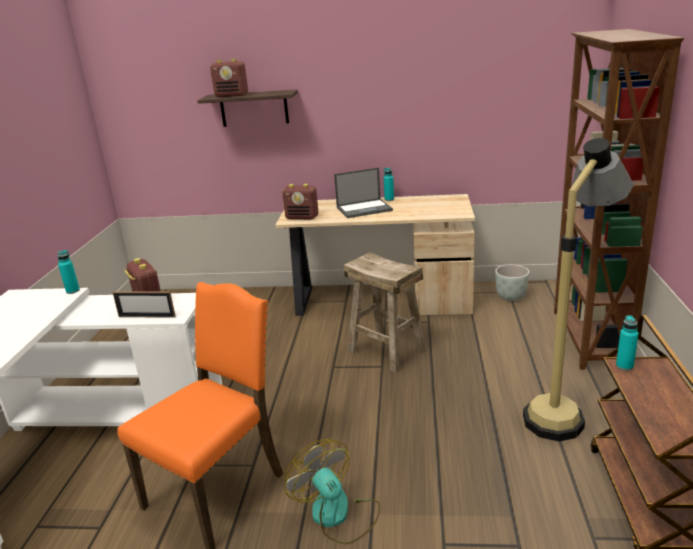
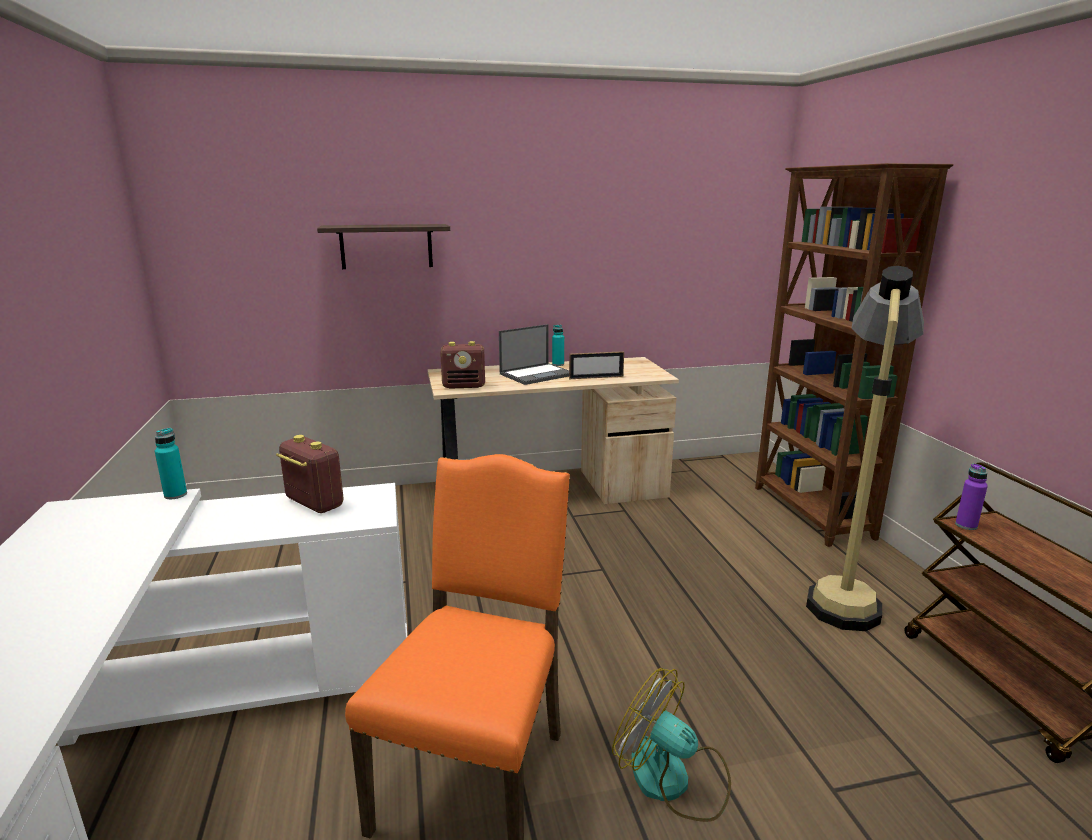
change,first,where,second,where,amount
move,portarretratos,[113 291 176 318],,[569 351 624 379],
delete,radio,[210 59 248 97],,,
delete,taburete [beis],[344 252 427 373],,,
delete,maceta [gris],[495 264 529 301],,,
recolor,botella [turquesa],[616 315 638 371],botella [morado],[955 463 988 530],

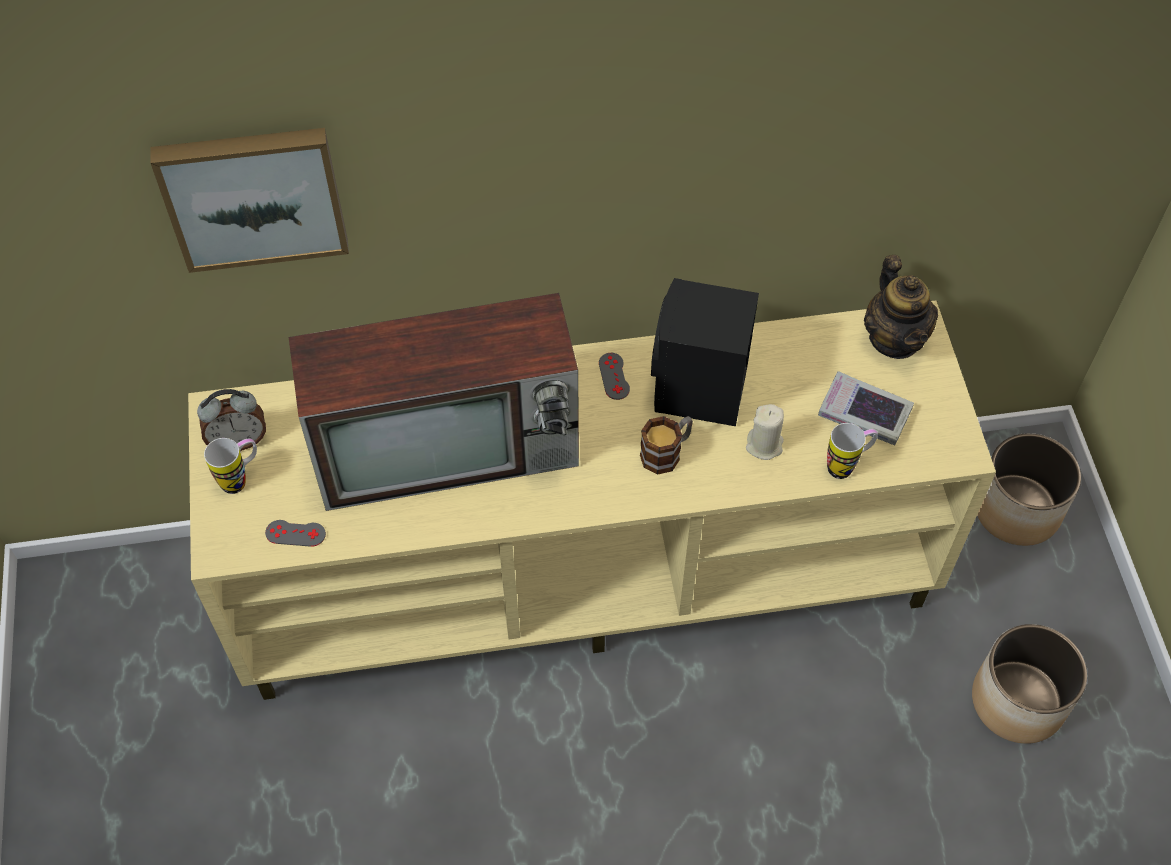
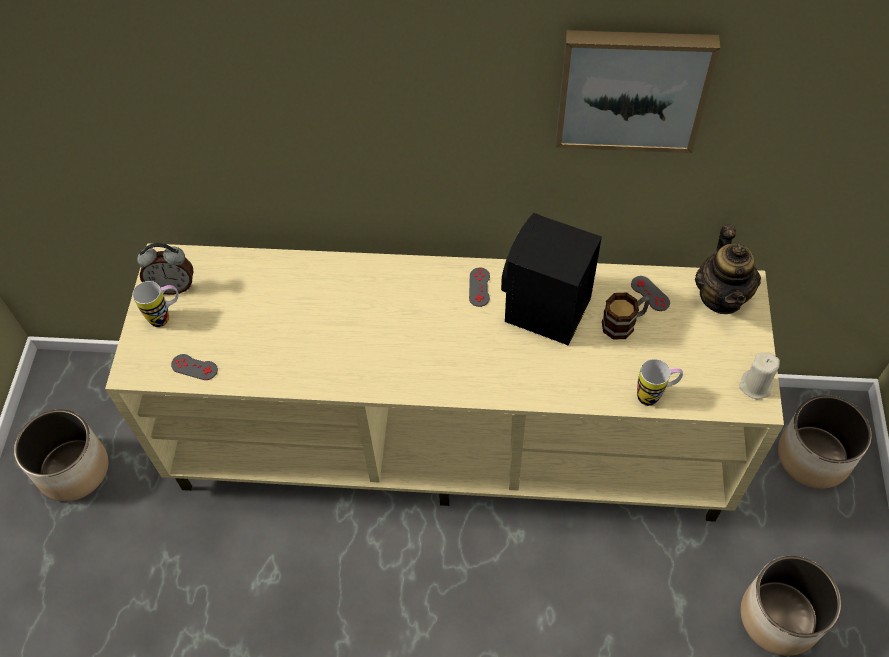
change,first,where,second,where,amount
move,cuadro,[150 128 349 273],,[556 30 720 153],
delete,televisor,[289 293 579 511],,,
move,taza grande,[640 416 693 475],,[602 293 650 340],
move,vela [beis],[746 404 784 460],,[739 353 780 400],
delete,libro,[818 371 914 445],,,
insert,,,maceta,[14 410 109 502],
insert,,,mando de consola [gris],[631 276 670 311],

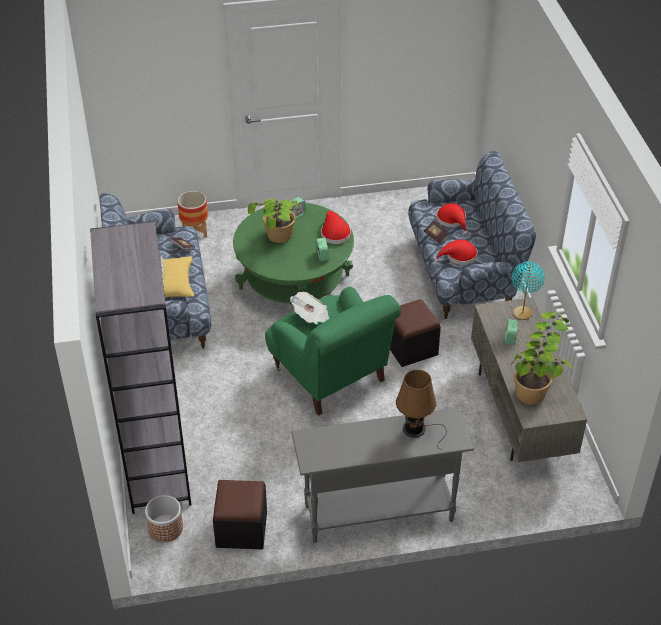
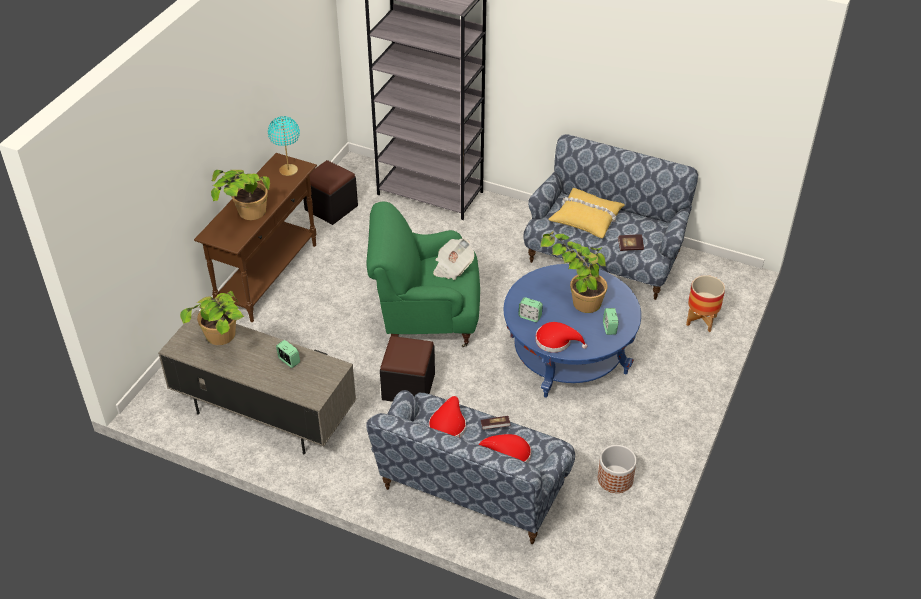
change,first,where,second,where,amount
move,maceta,[145 495 183 542],,[598 445 637 493],
recolor,mesa de centro [verde],[233 203 354 304],mesa de centro [azul],[503 264 641 398],
recolor,mesa consola [gris],[291 407 474 543],mesa consola [marrón],[194 153 317 322],
replace,lámpara de mesa [marrón],[396 369 447 449],planta en maceta,[211 170 270 220],
move,lámpara de mesa [turquesa],[512 262 545 320],,[268 116 300 176],

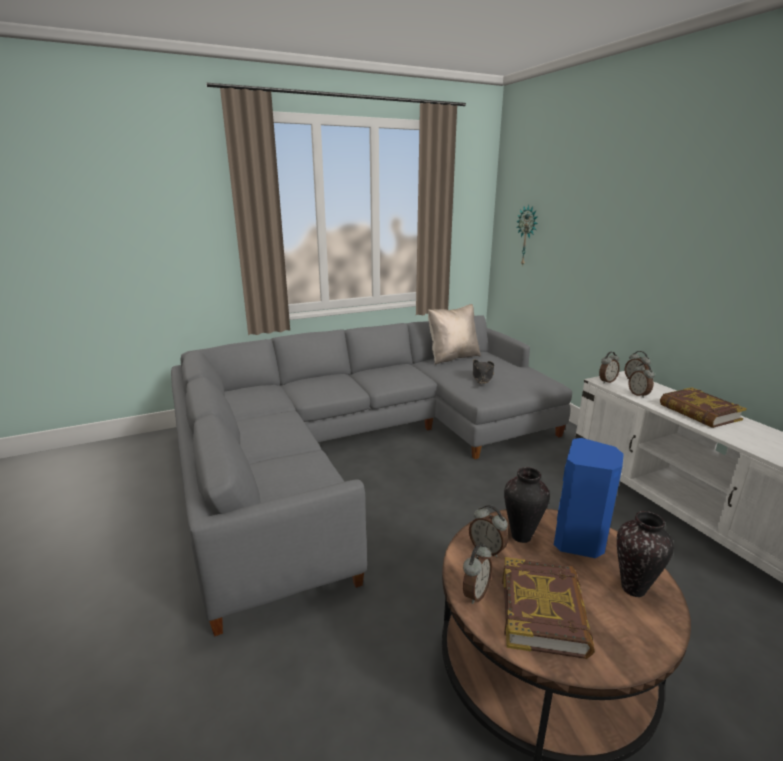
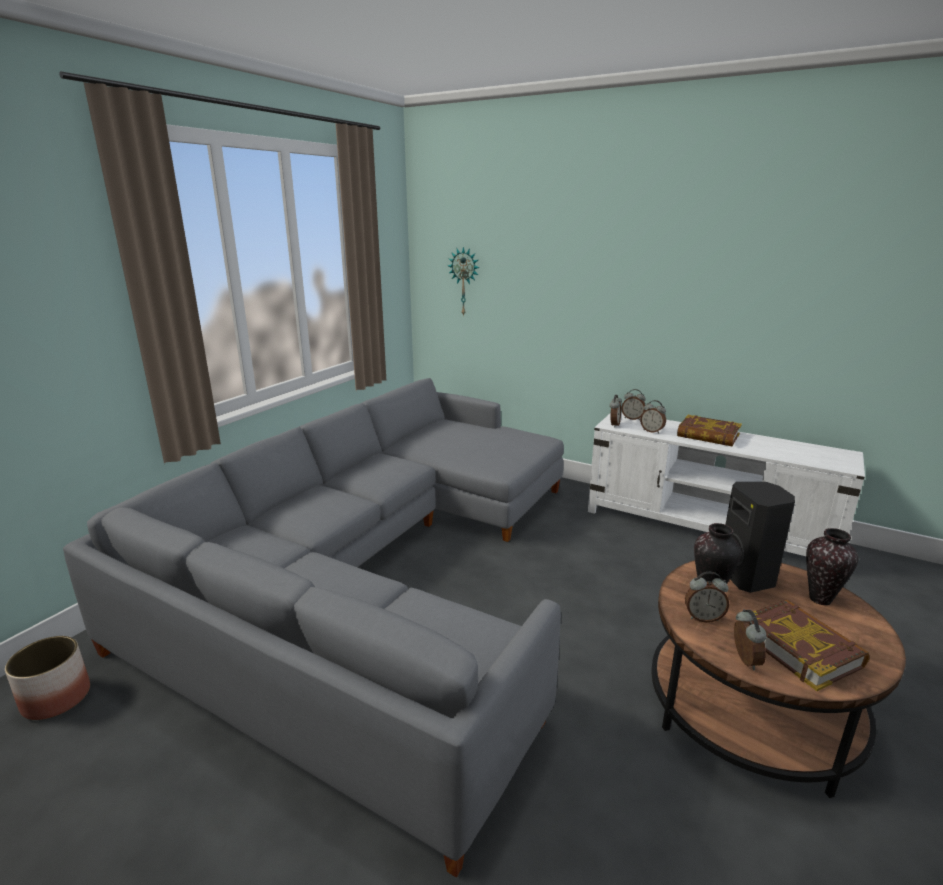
change,first,where,second,where,amount
delete,cojín [beis],[428 304 481 365],,,
delete,sombrero [negro],[473 359 494 384],,,
recolor,altavoz [azul],[554 438 624 558],altavoz [negro],[725 482 795 593],
insert,,,maceta,[5 636 90 720],

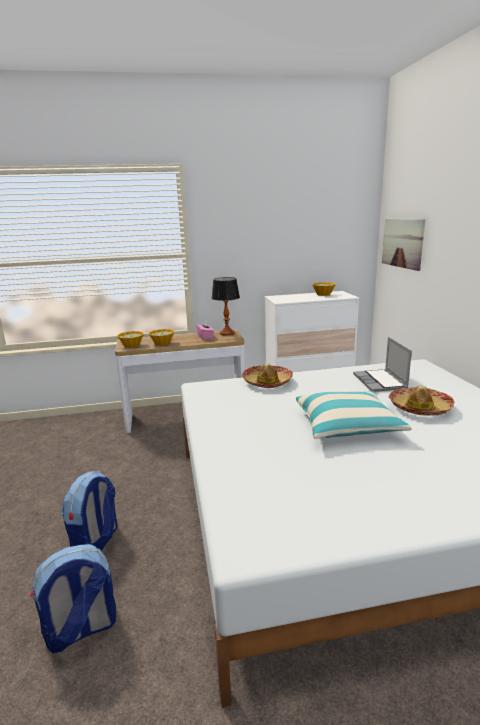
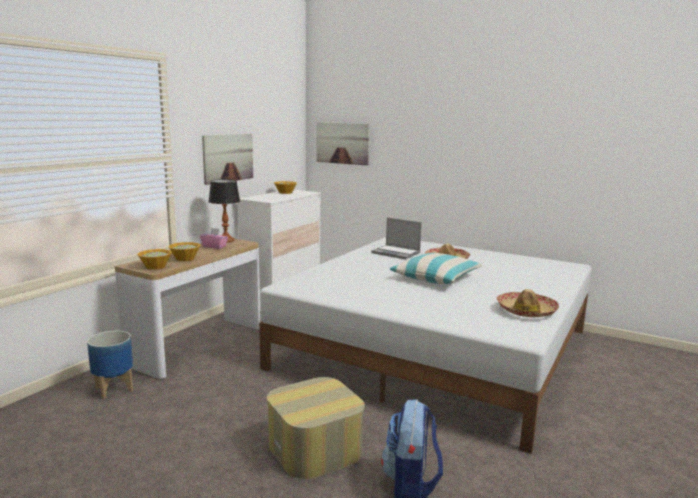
change,first,where,second,where,amount
replace,mochila,[62 471 117 551],puf,[267 377 365 480],
move,sombrero,[242 363 293 388],,[496 289 559 317],
insert,,,maceta,[87 330 133 399],
insert,,,cuadro,[202 134 253 185],

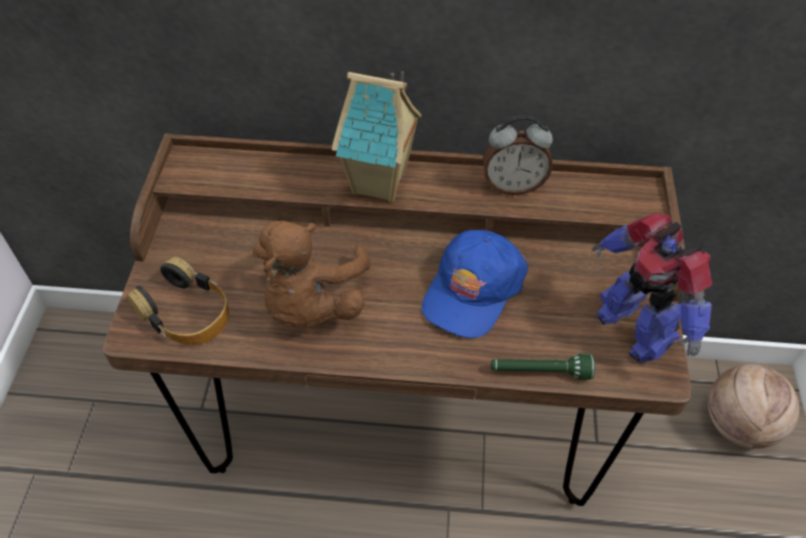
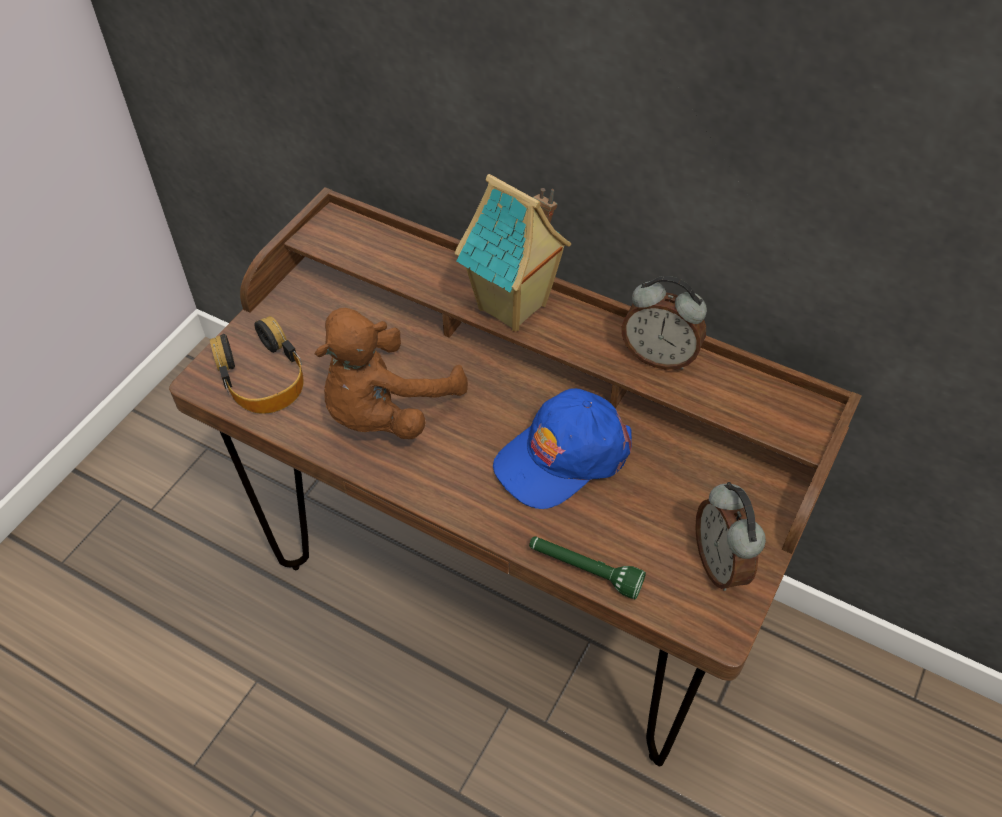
change,first,where,second,where,amount
replace,robot de juguete,[592 213 713 363],despertador,[695 482 766 591],
delete,balón de baloncesto,[708 364 799 449],,,

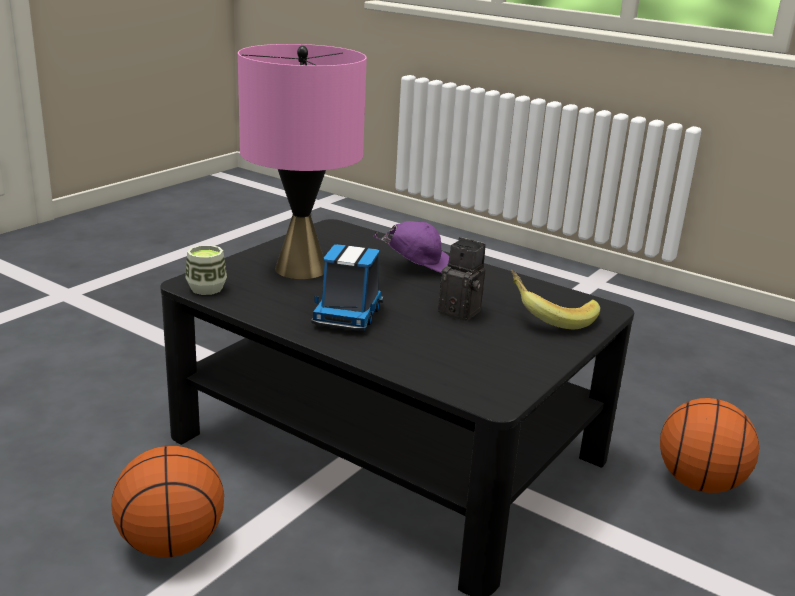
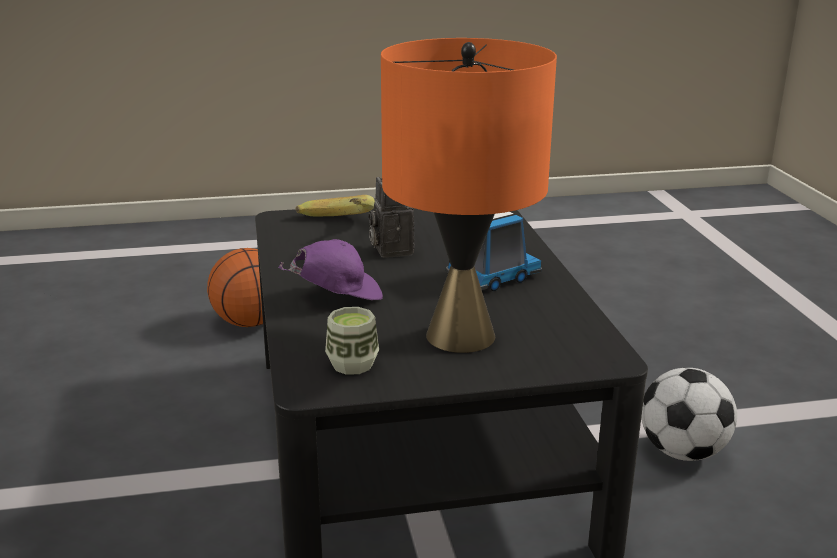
change,first,where,second,where,amount
replace,balón de baloncesto,[112 446 224 558],balón de fútbol,[641 368 737 461],
move,taza,[186 245 227 295],,[325 307 379 375],
recolor,lámpara de mesa [rosa],[238 44 367 279],lámpara de mesa [naranja],[381 38 557 353],
rotate,gorra [morado],[374 221 449 273],,[278 239 383 300],120 degrees clockwise

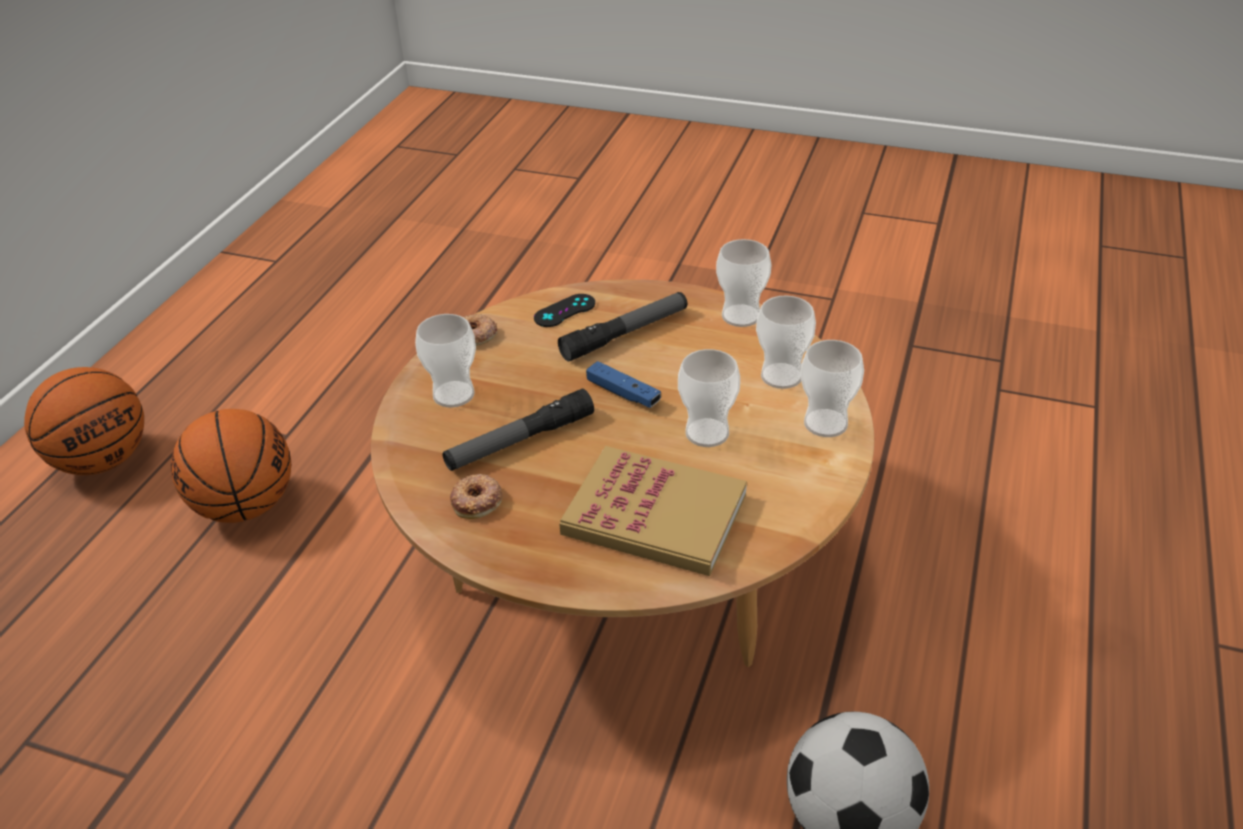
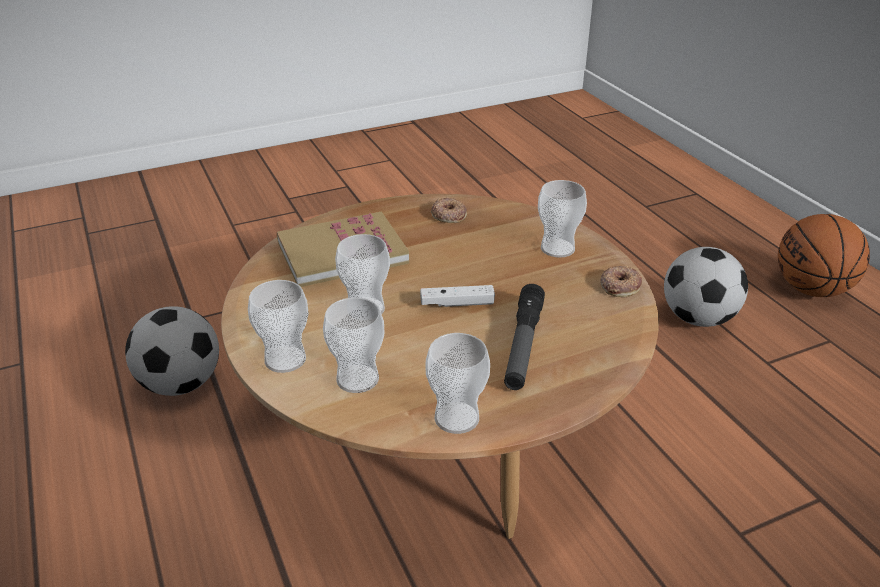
change,first,where,second,where,amount
replace,balón de baloncesto,[171 409 291 523],balón de fútbol,[664 247 748 327],
delete,linterna,[442 389 594 471],,,
delete,mando de consola [negro],[534 294 595 327],,,
recolor,mando de consola [azul],[586 361 661 408],mando de consola [blanco],[420 285 495 307],

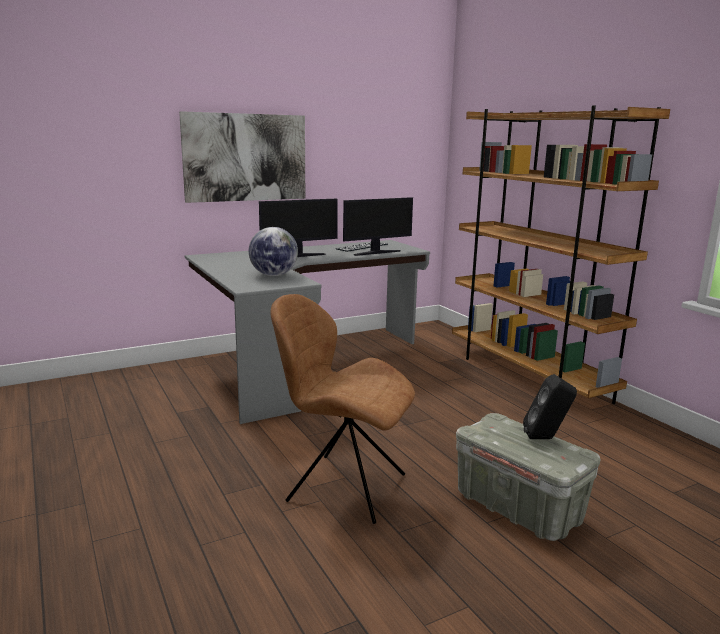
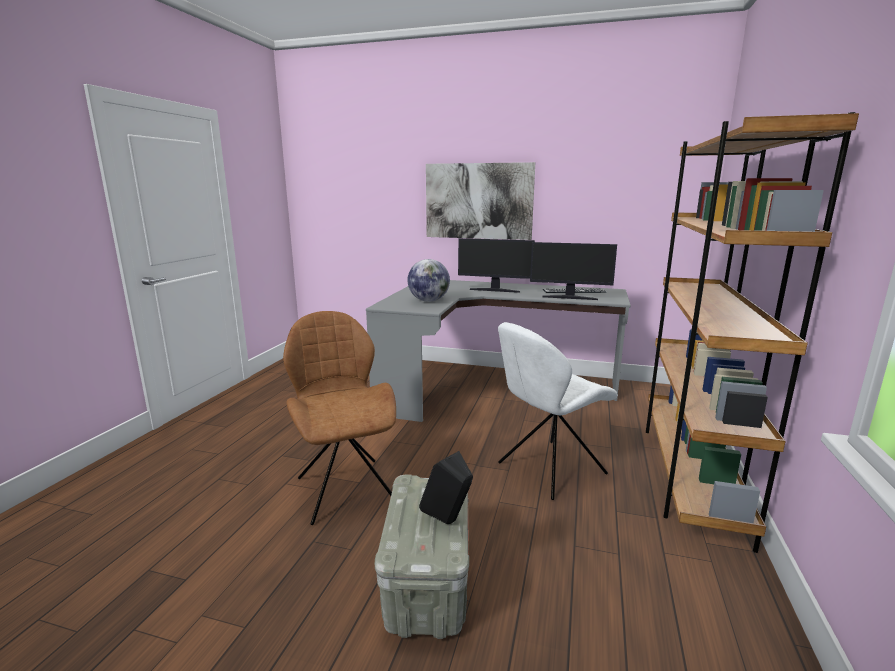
change,first,where,second,where,amount
insert,,,silla [blanco],[498 322 618 500],

